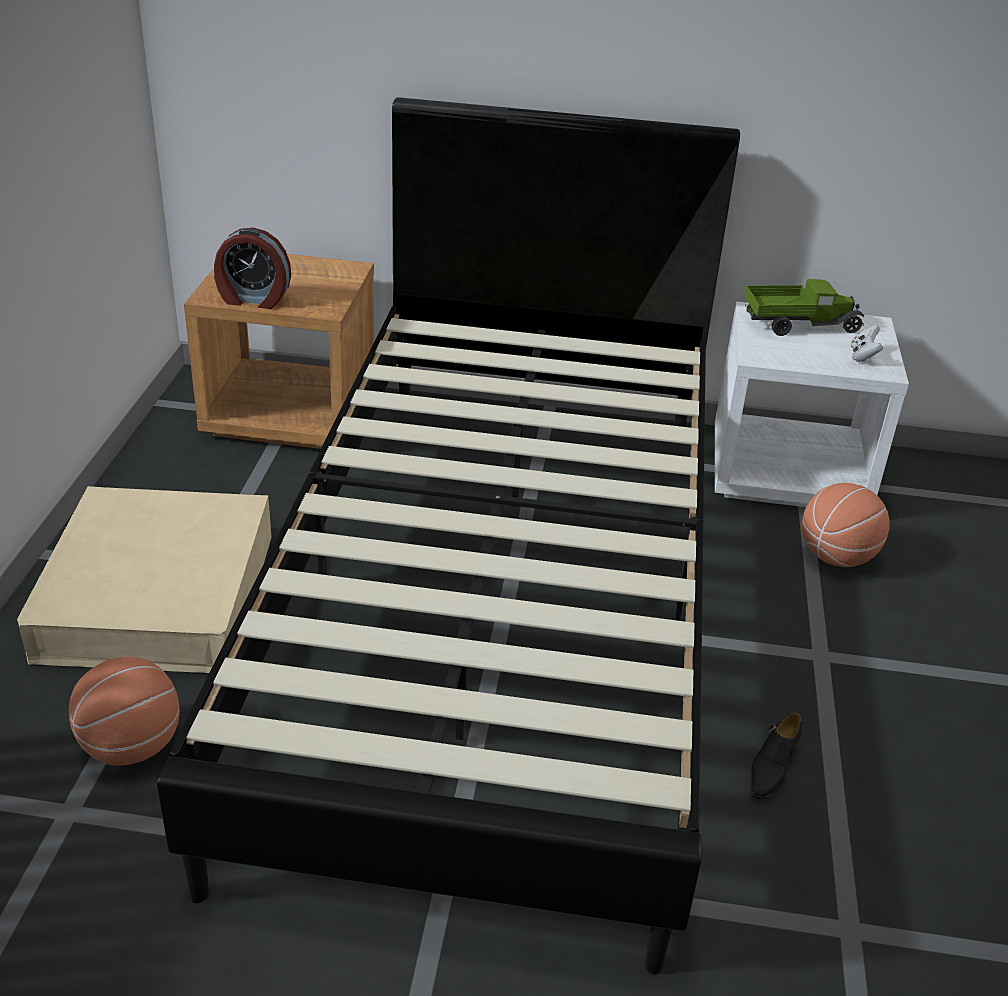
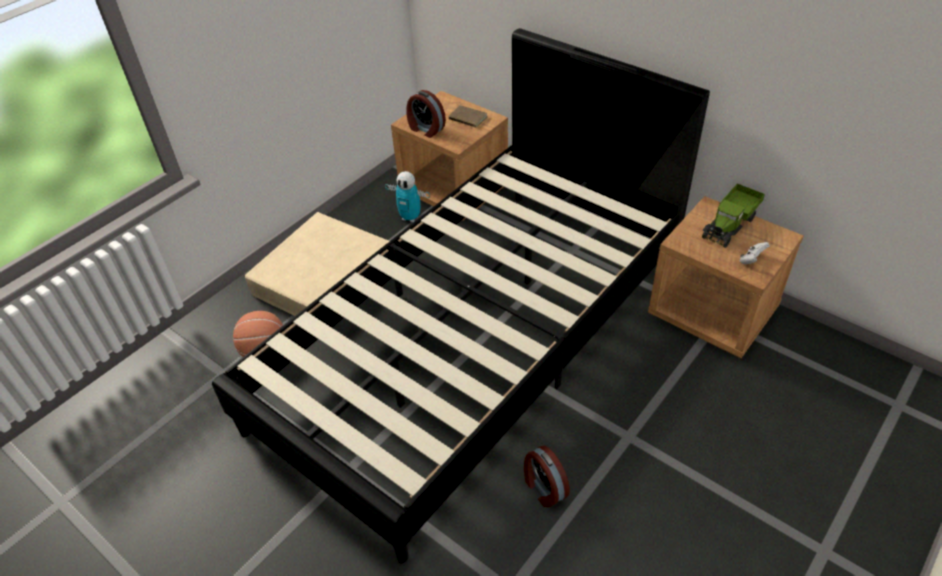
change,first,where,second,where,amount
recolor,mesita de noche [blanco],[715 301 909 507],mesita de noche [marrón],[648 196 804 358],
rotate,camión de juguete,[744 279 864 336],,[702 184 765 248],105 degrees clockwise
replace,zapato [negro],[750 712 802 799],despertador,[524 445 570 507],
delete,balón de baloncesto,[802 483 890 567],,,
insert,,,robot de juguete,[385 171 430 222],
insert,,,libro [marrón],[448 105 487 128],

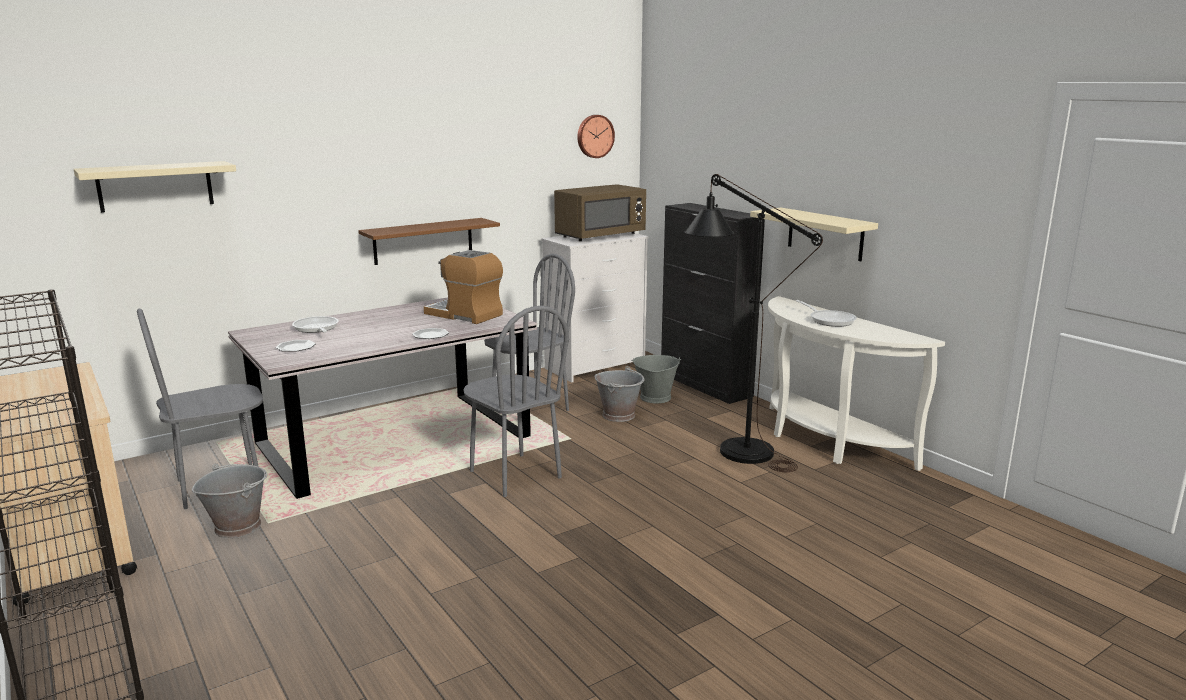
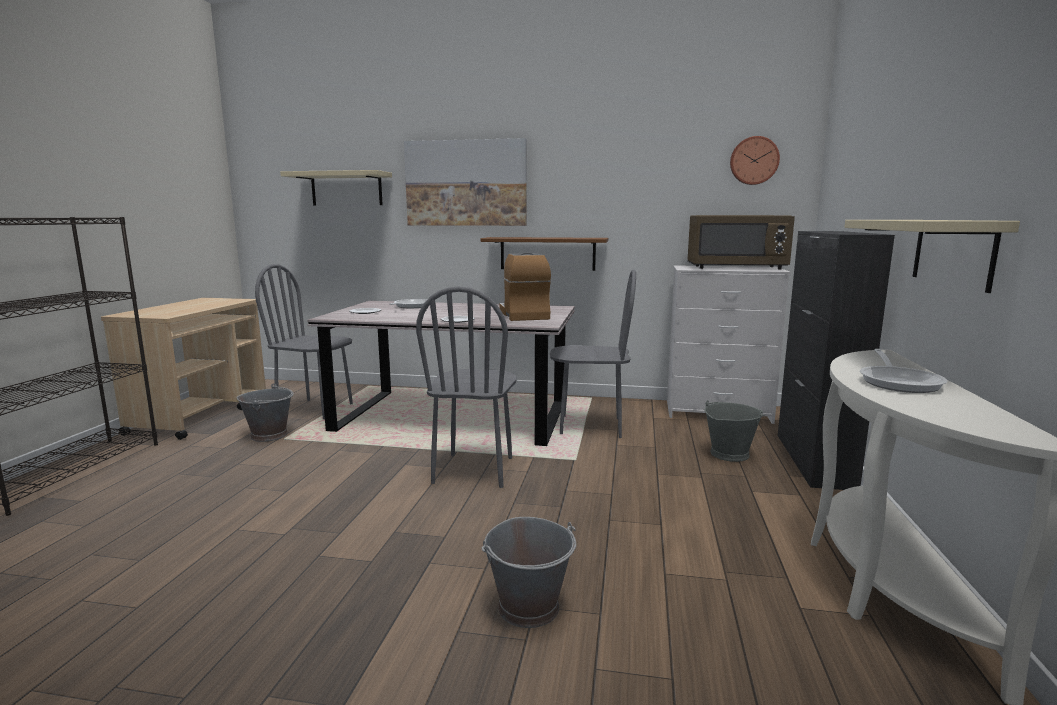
change,first,where,second,where,amount
move,cubo [gris],[595 366 644 422],,[482 517 577 628],
delete,lámpara de pie [negro],[684 174 823 472],,,
insert,,,cuadro,[404 138 526 226],

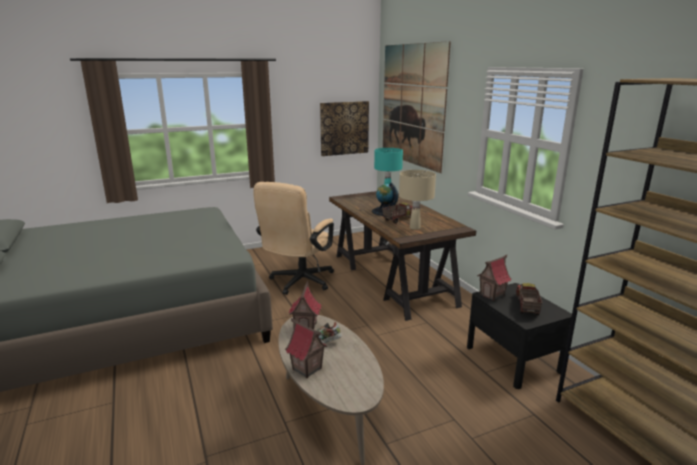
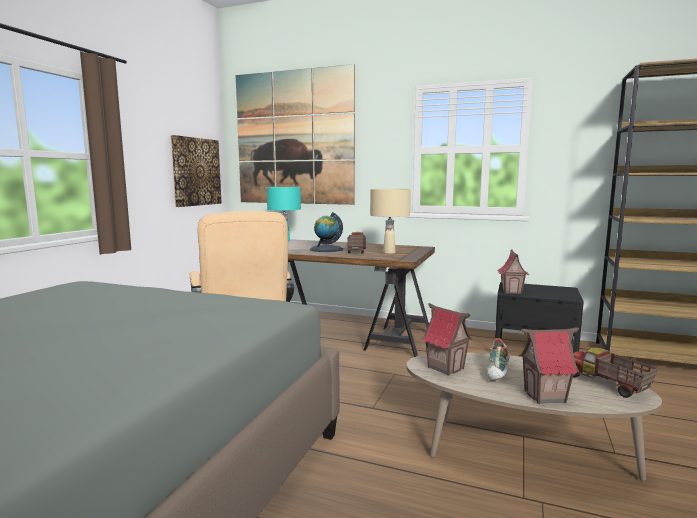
change,first,where,second,where,amount
move,camión de juguete,[516 283 542 315],,[573 347 658 398],

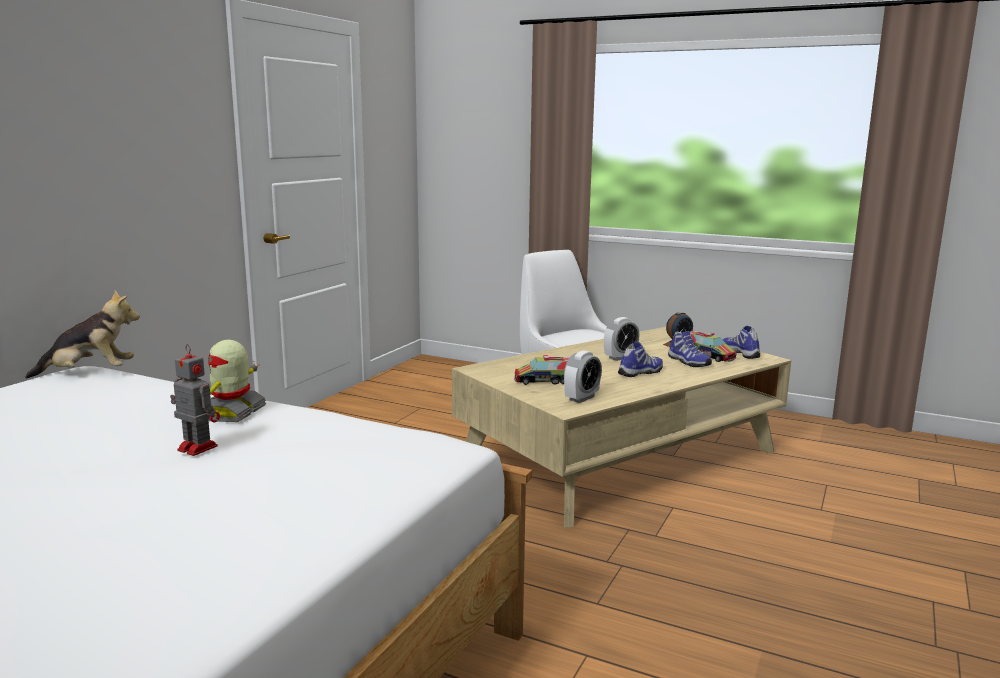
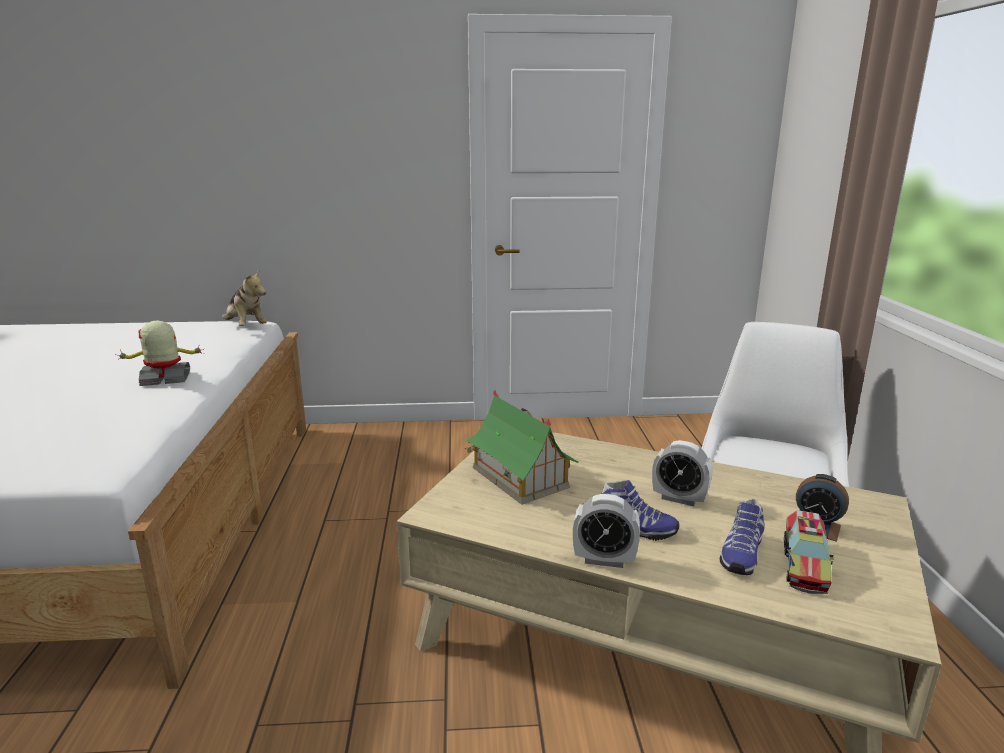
change,first,where,second,where,amount
delete,robot de juguete,[170 344 220 456],,,
replace,camión de juguete,[514 355 570 385],casita,[465 390 578 505],
move,despertador,[564 351 602 403],,[573 494 640 568],
delete,zapato,[722 326 760 359],,,

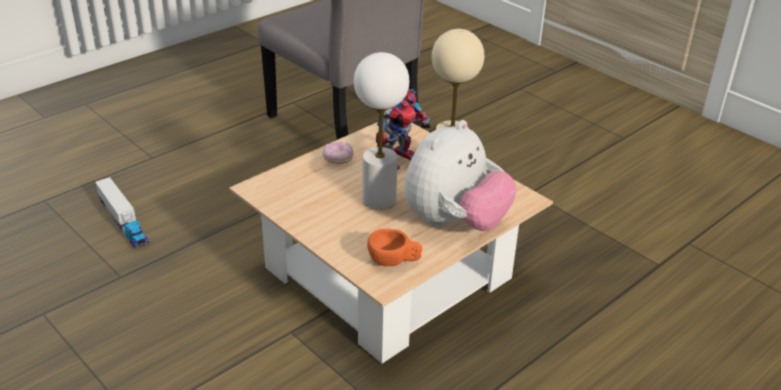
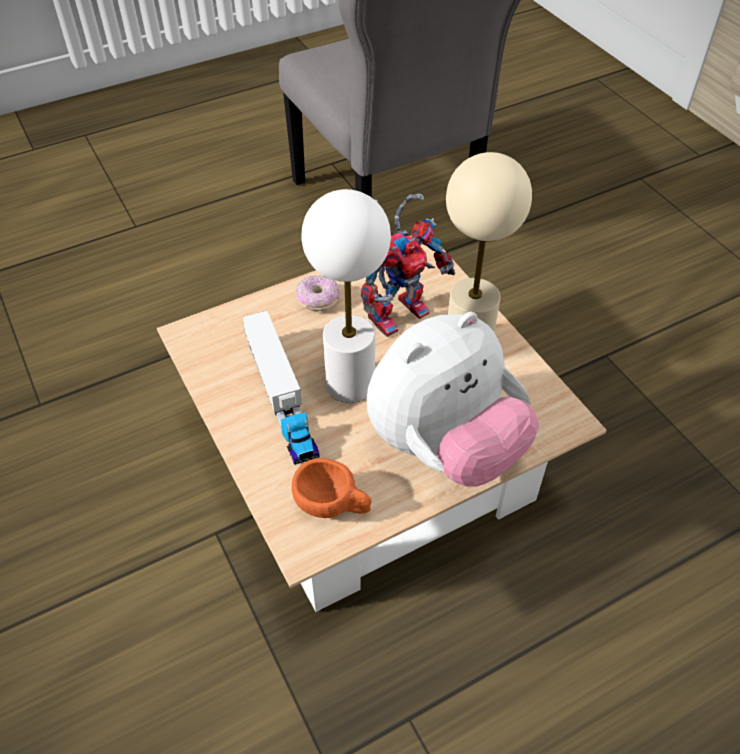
change,first,where,second,where,amount
move,camión de juguete,[95 177 149 249],,[243 311 320 465],

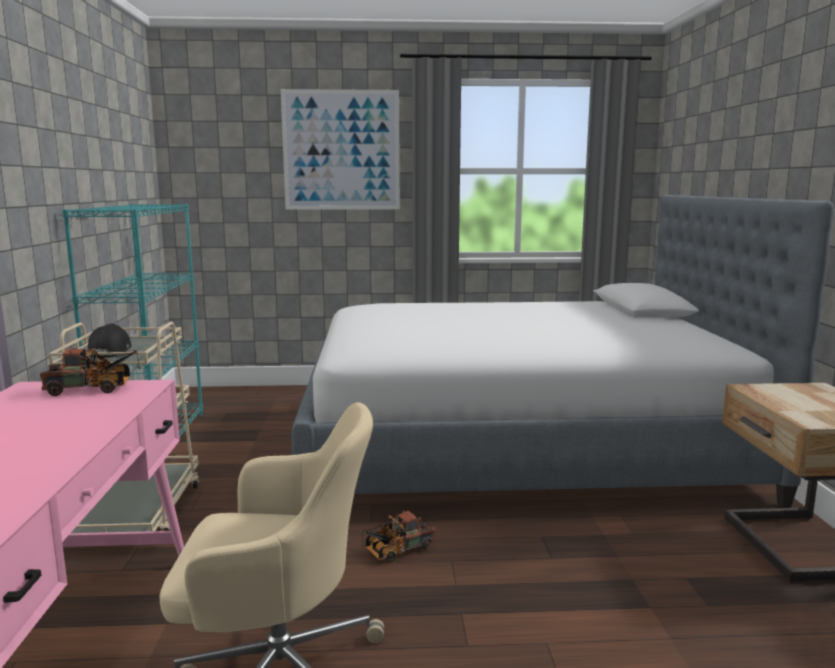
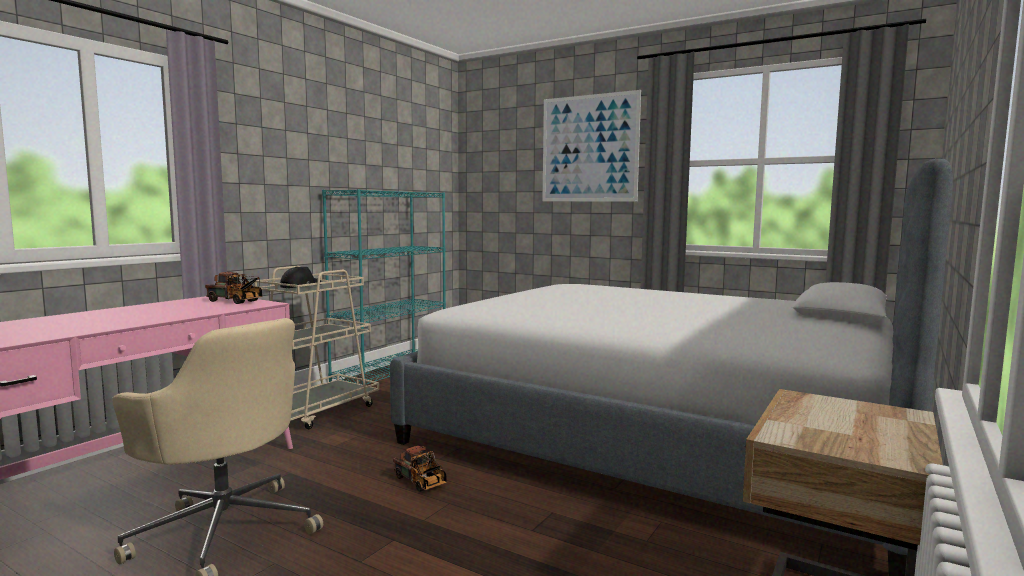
change,first,where,second,where,amount
rotate,camión de juguete,[360 510 435 562],,[393 446 447 492],135 degrees counterclockwise

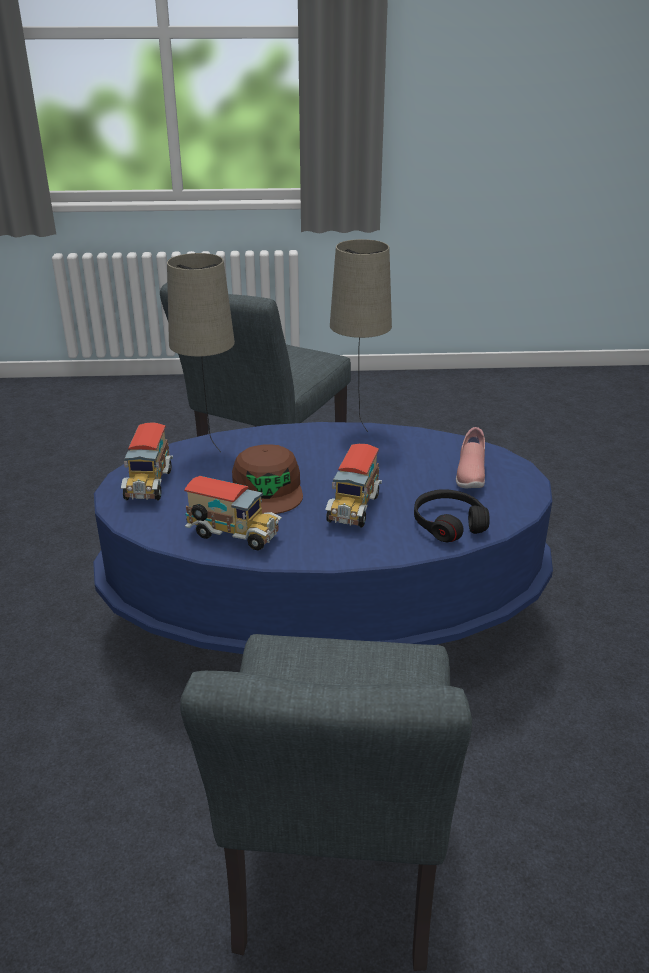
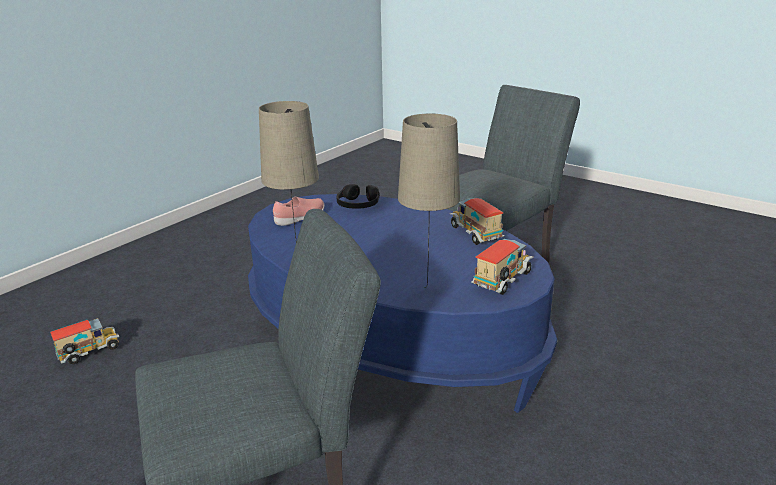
change,first,where,second,where,amount
delete,gorra [marrón],[232 445 303 514],,,
move,camión de juguete,[325 444 382 528],,[50 318 119 364],

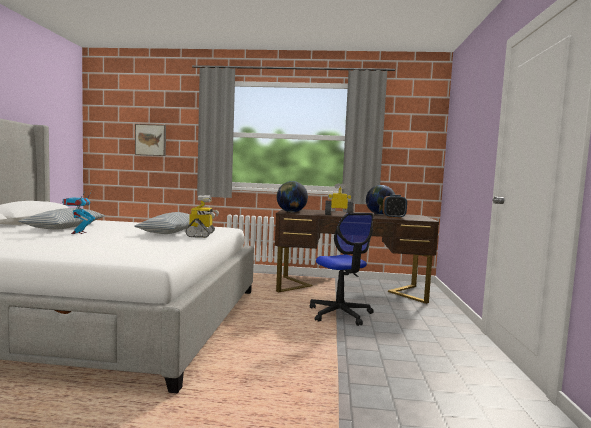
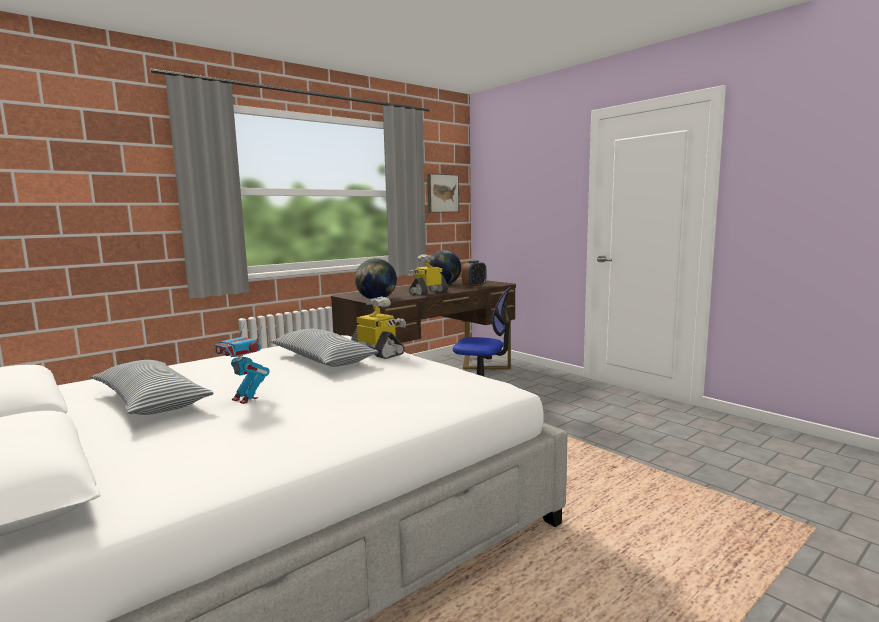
change,first,where,second,where,amount
move,cuadro,[135 124 166 156],,[427 173 459 213],

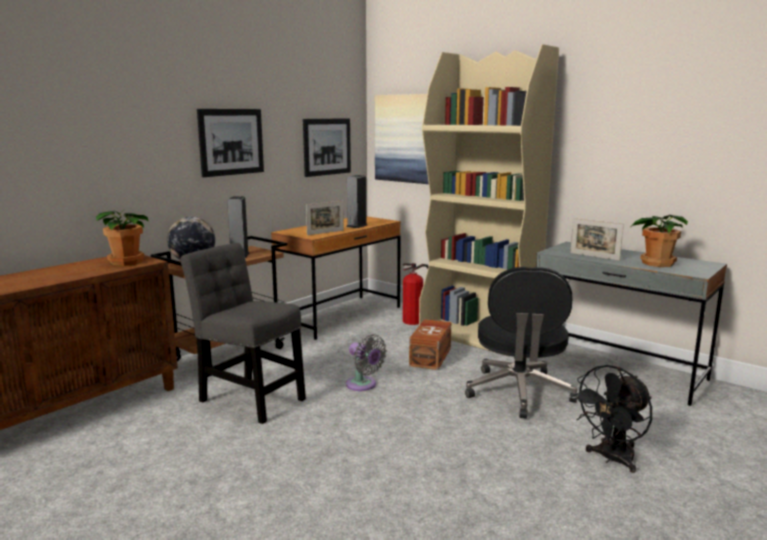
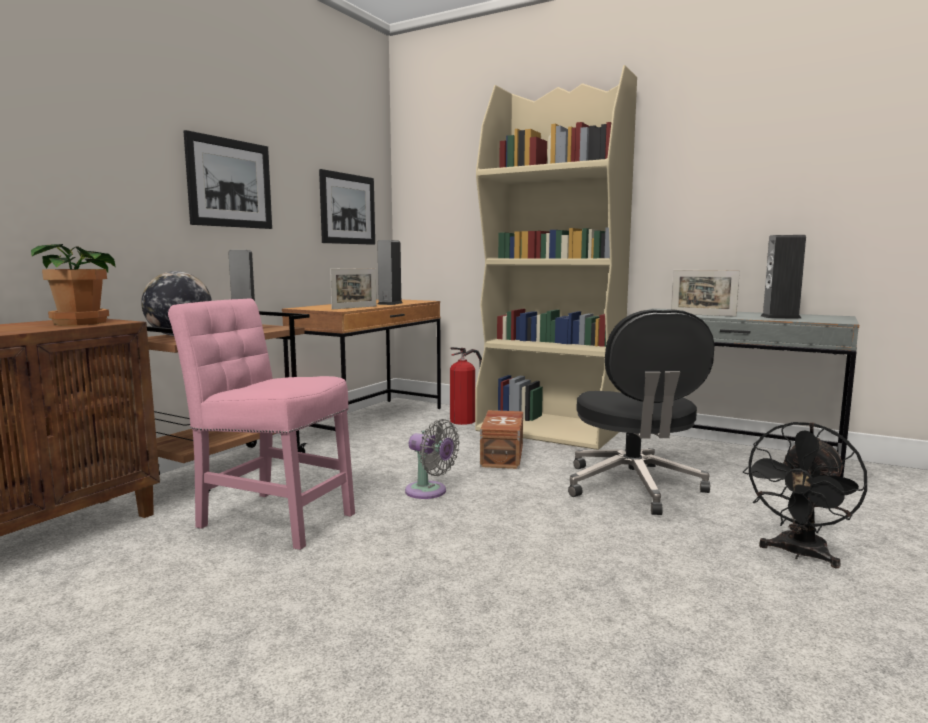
change,first,where,second,where,amount
recolor,silla [gris],[180 243 306 424],silla [rosa],[168 298 355 550],
delete,cuadro,[375 94 429 184],,,
replace,planta en maceta,[631 214 688 267],altavoz,[761 235 806 319],

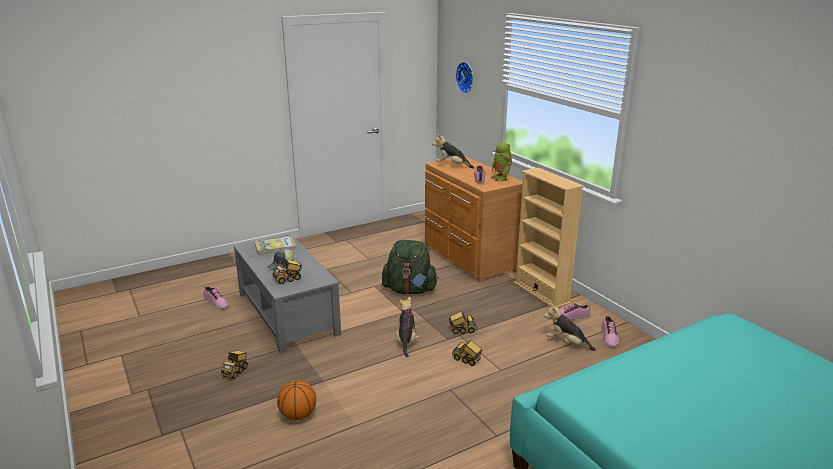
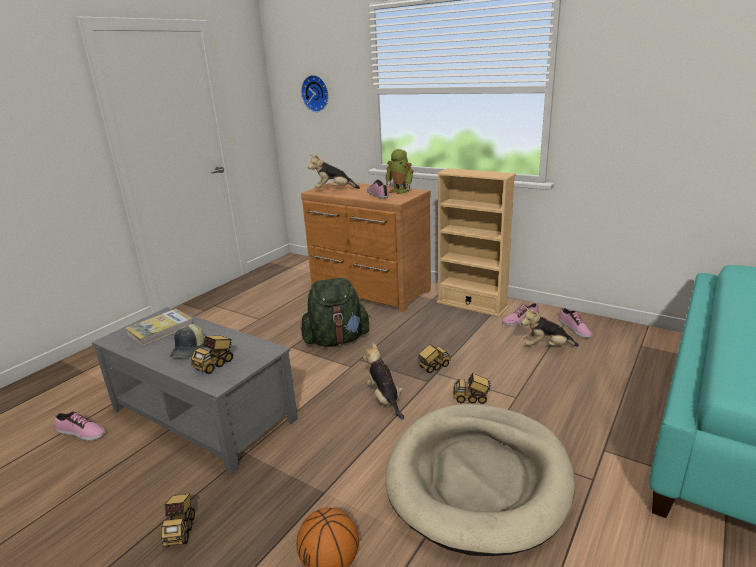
change,first,where,second,where,amount
insert,,,cama para perro [beis],[385 404 575 556],

